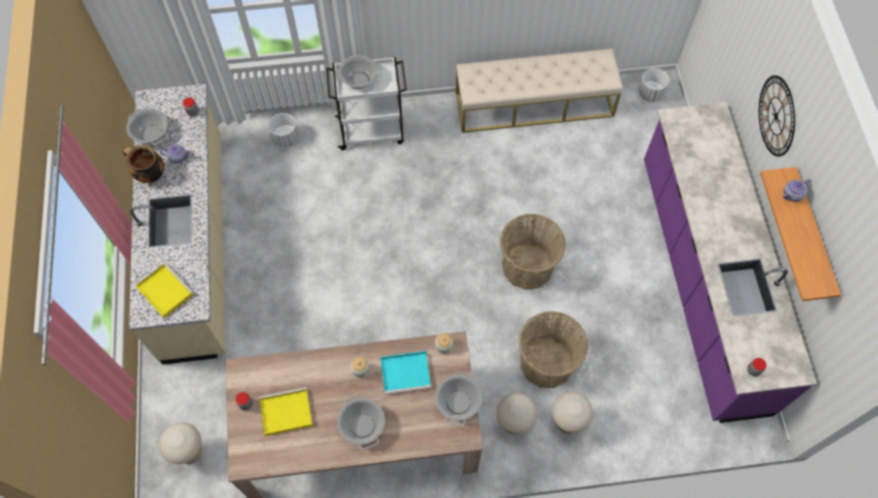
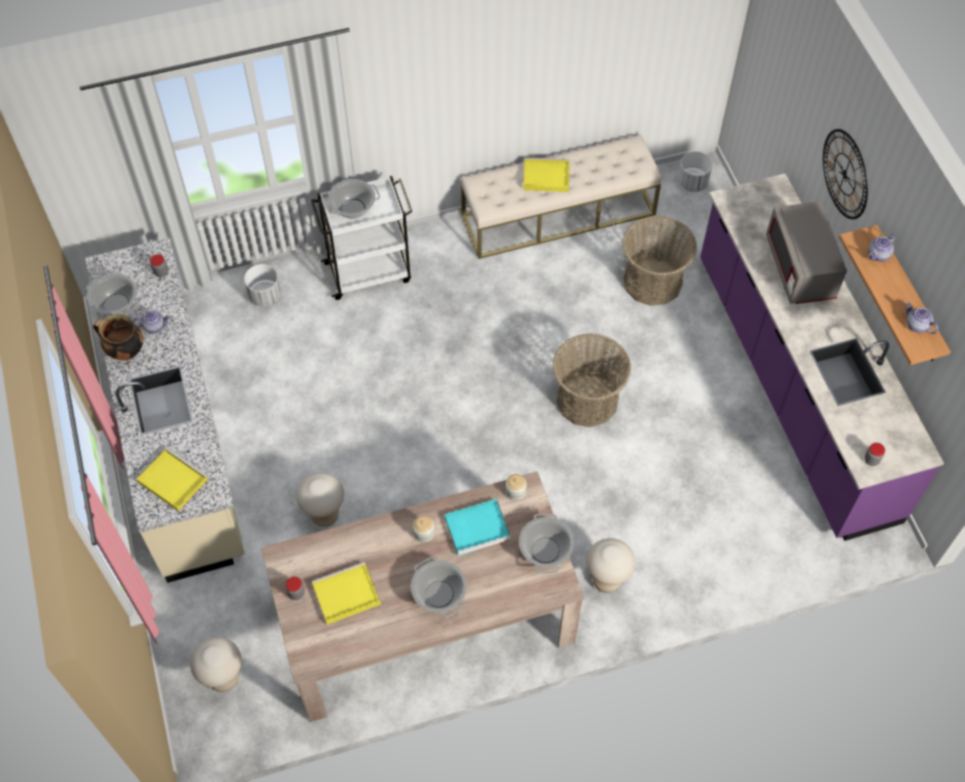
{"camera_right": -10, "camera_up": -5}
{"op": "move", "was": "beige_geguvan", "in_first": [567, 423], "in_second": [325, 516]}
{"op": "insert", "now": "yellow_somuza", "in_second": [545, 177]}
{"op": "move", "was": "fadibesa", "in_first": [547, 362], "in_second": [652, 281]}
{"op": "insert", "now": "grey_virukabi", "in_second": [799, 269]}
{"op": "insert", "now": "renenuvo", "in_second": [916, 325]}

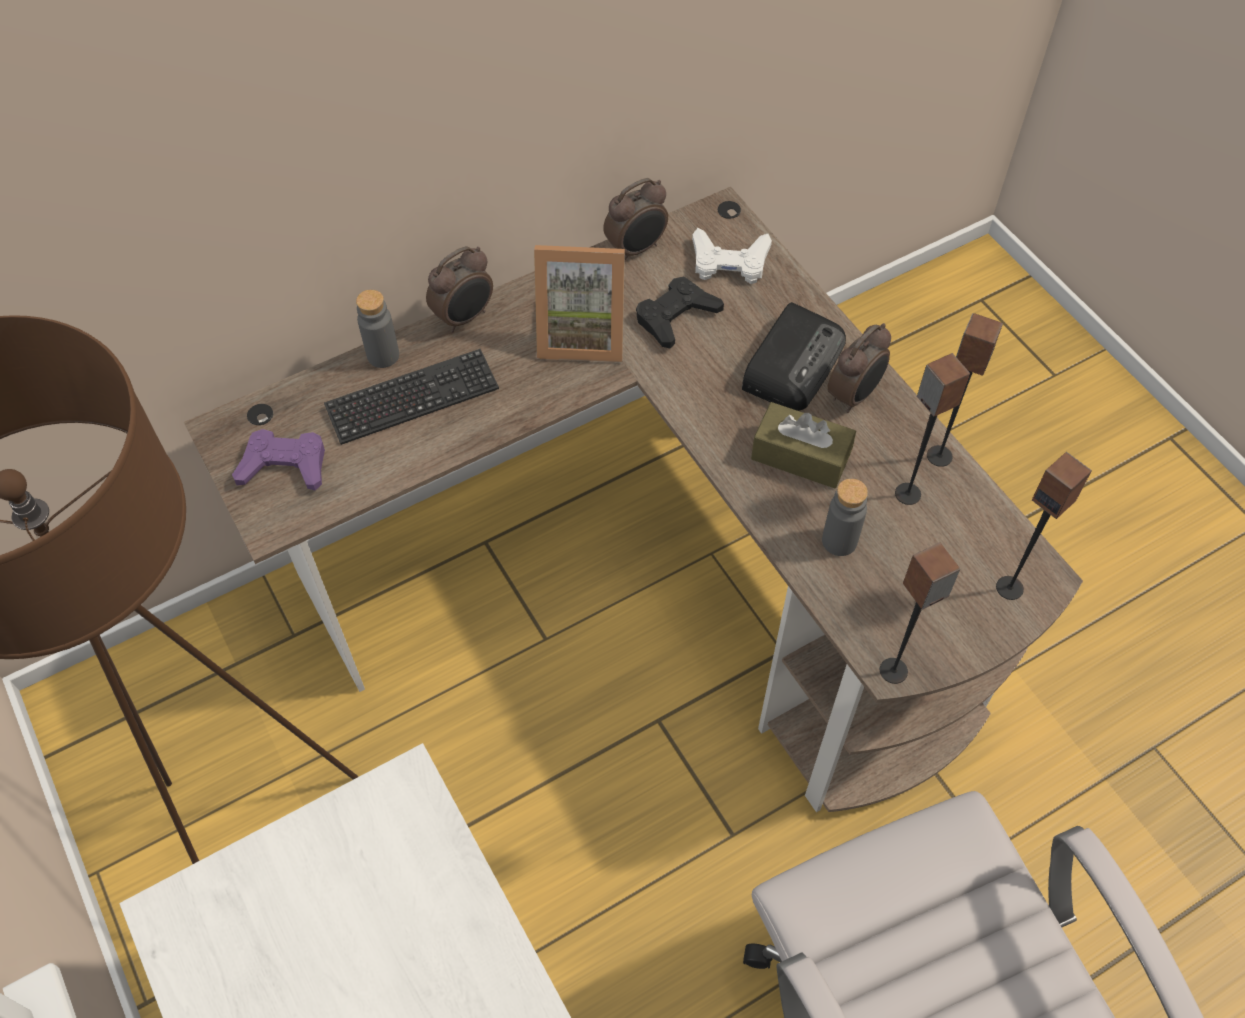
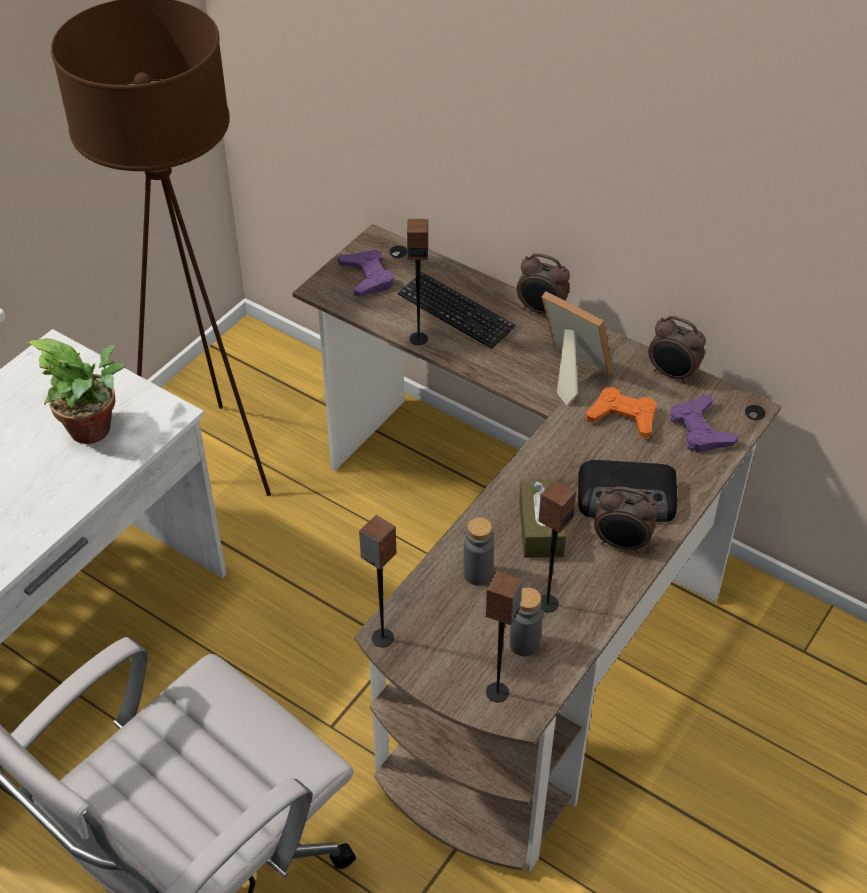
{"camera_right": 65, "camera_up": -10}
{"op": "insert", "now": "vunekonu", "in_second": [95, 431]}
{"op": "move", "was": "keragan", "in_first": [938, 456], "in_second": [418, 338]}
{"op": "move", "was": "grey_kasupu", "in_first": [383, 355], "in_second": [524, 644]}
{"op": "rotate", "was": "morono", "in_first": [581, 334], "in_second": [569, 373], "clockwise": 150}
{"op": "recolor", "was": "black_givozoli", "now": "orange_givozoli", "in_first": [676, 317], "in_second": [623, 417]}
{"op": "recolor", "was": "white_givozoli", "now": "purple_givozoli", "in_first": [729, 262], "in_second": [700, 429]}

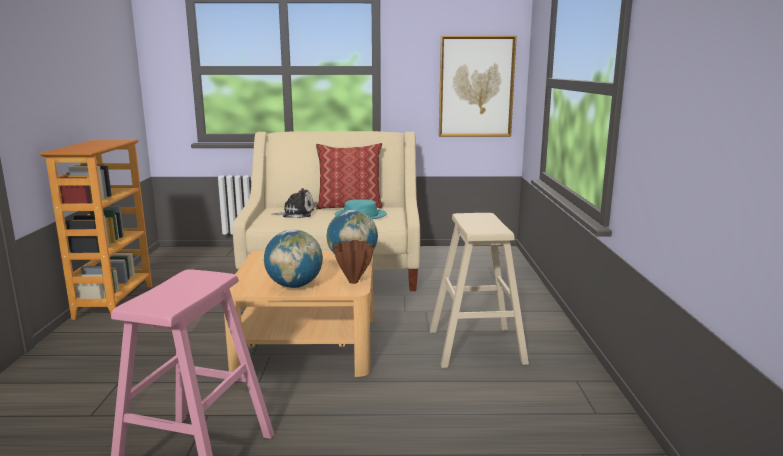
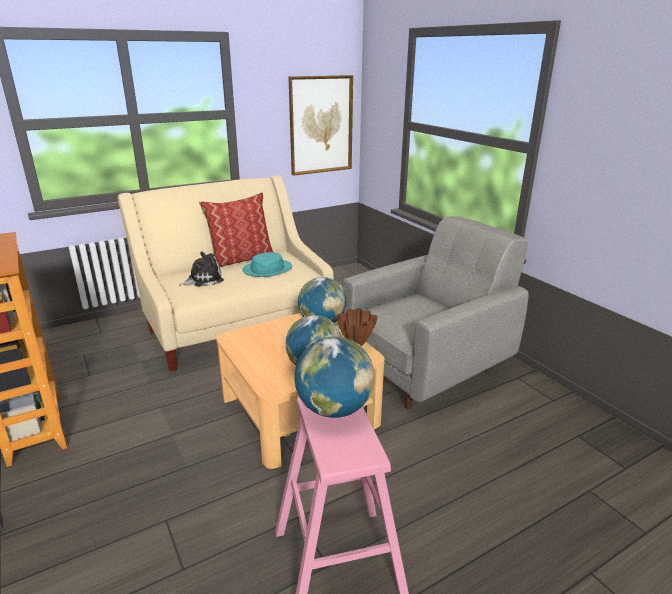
{"camera_right": -30, "camera_up": 10}
{"op": "insert", "now": "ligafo", "in_second": [334, 409]}
{"op": "replace", "was": "beige_geguvan", "now": "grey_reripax", "in_first": [476, 346], "in_second": [428, 369]}

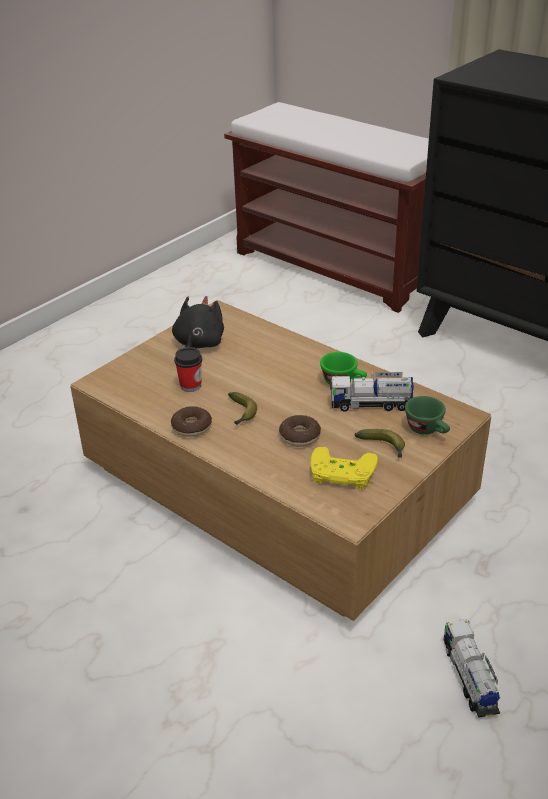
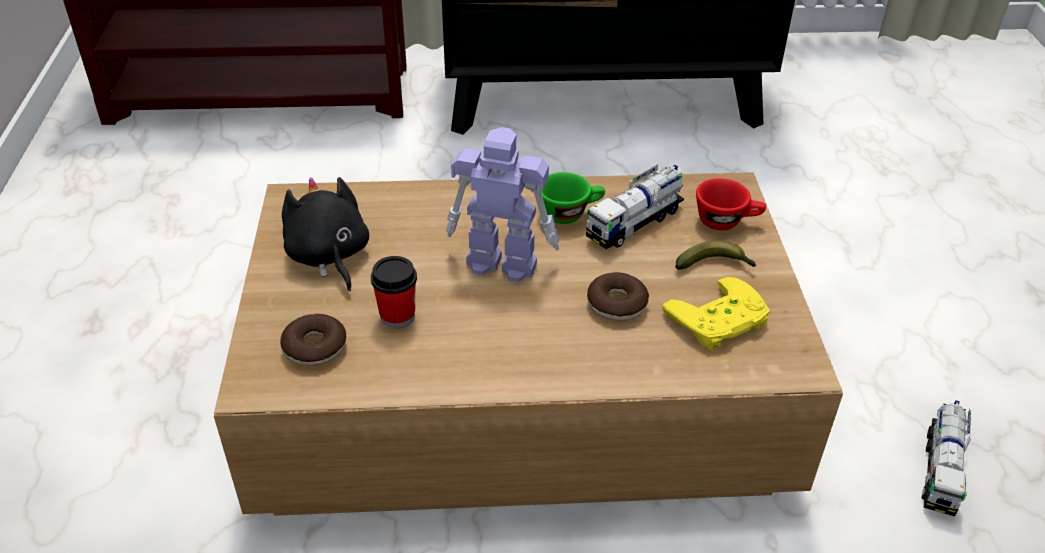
{"camera_right": -45, "camera_up": 5}
{"op": "move", "was": "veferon", "in_first": [192, 427], "in_second": [315, 348]}
{"op": "insert", "now": "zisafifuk", "in_second": [500, 263]}
{"op": "recolor", "was": "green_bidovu", "now": "red_bidovu", "in_first": [428, 430], "in_second": [726, 221]}
{"op": "rotate", "was": "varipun", "in_first": [469, 677], "in_second": [940, 470], "clockwise": -105}
{"op": "delete", "was": "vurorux", "in_first": [241, 413]}

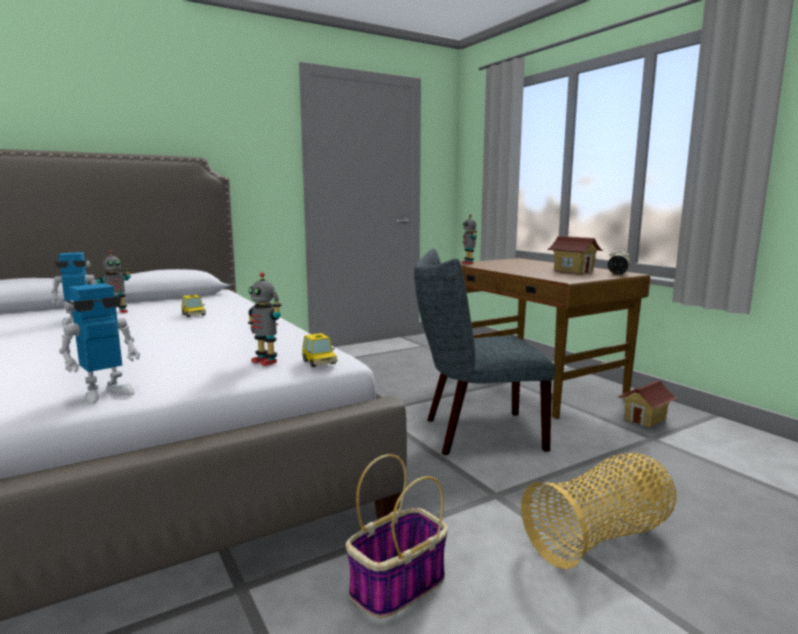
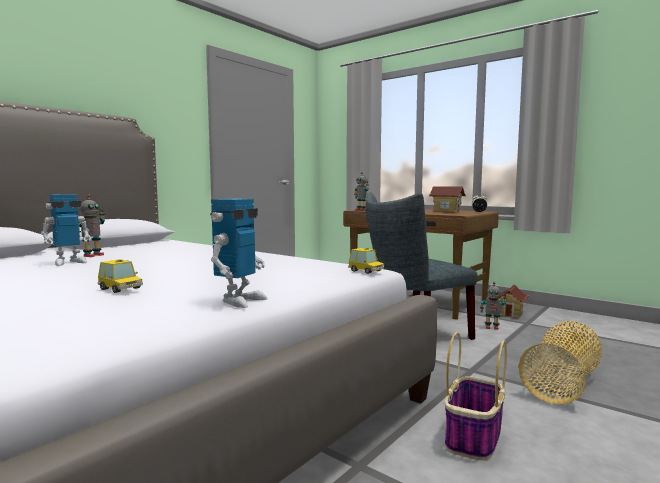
{"camera_right": -20, "camera_up": -5}
{"op": "move", "was": "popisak", "in_first": [194, 314], "in_second": [120, 289]}
{"op": "move", "was": "zisafifuk", "in_first": [266, 361], "in_second": [492, 327]}

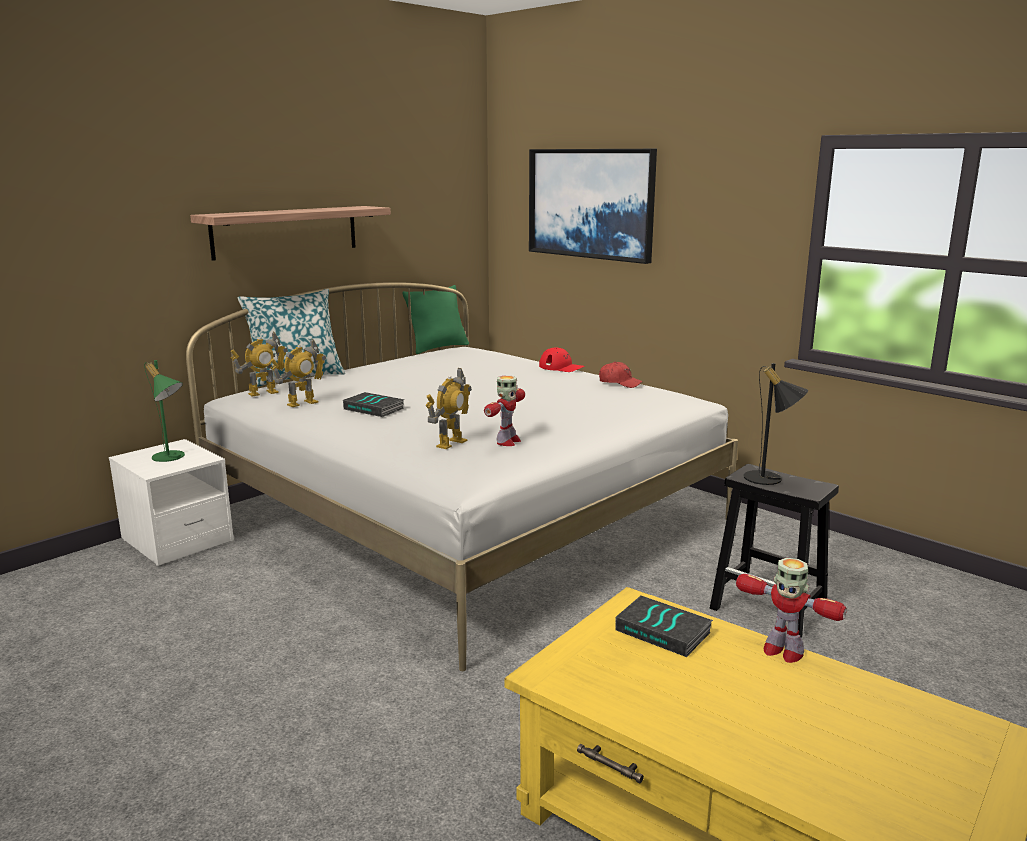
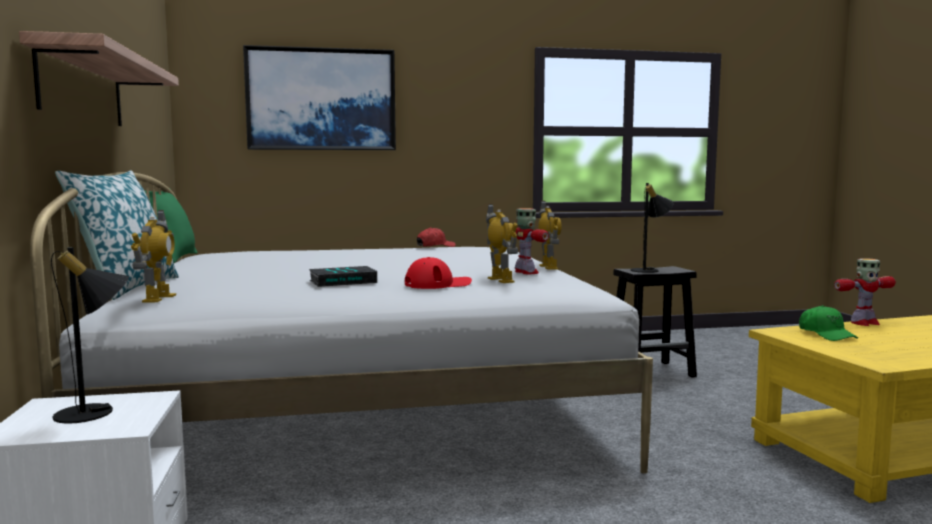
{"camera_right": -55, "camera_up": -10}
{"op": "recolor", "was": "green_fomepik", "now": "black_fomepik", "in_first": [171, 458], "in_second": [95, 413]}
{"op": "move", "was": "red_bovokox", "in_first": [561, 367], "in_second": [438, 284]}
{"op": "move", "was": "zisafifuk", "in_first": [302, 403], "in_second": [548, 267]}
{"op": "replace", "was": "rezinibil", "now": "green_bovokox", "in_first": [664, 631], "in_second": [826, 334]}

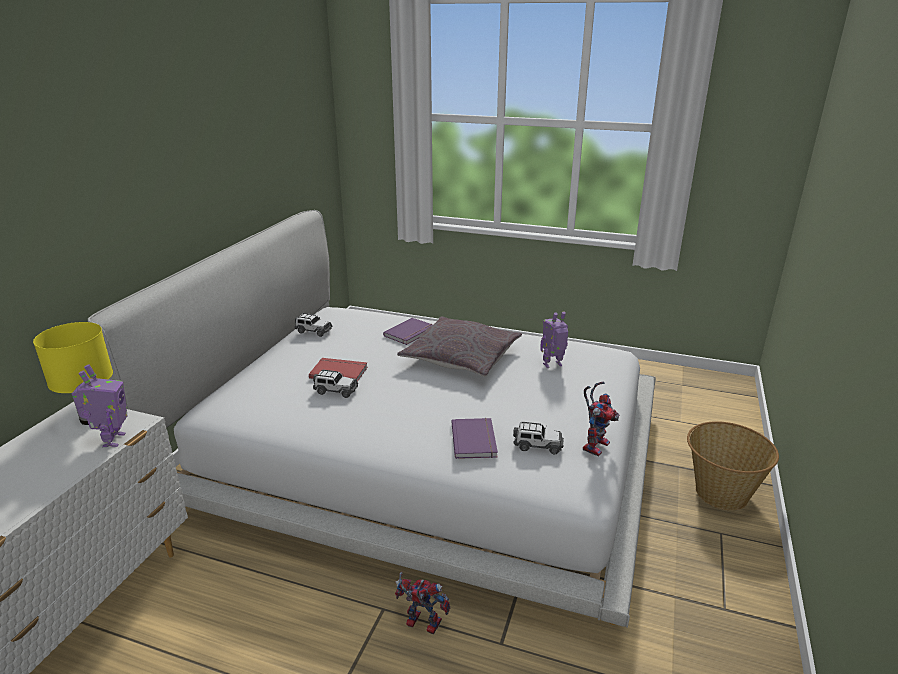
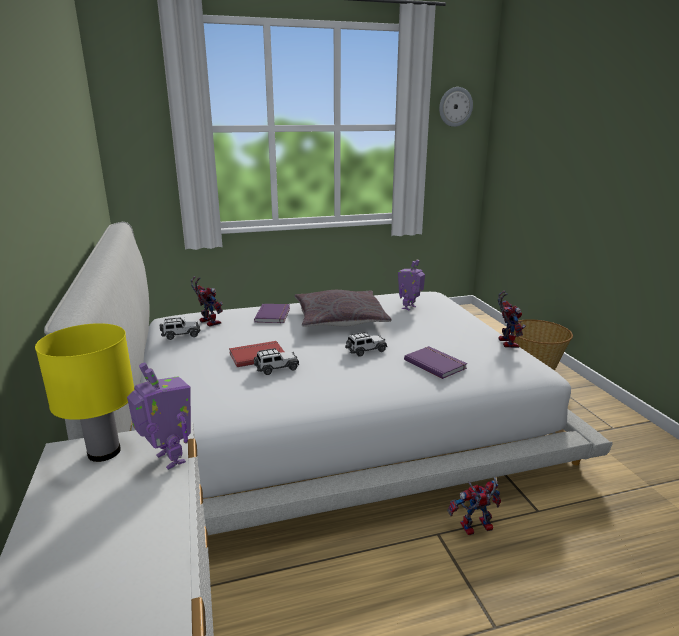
{"camera_right": -35, "camera_up": -5}
{"op": "insert", "now": "zisafifuk", "in_second": [207, 322]}
{"op": "move", "was": "popisak", "in_first": [537, 445], "in_second": [365, 350]}
{"op": "insert", "now": "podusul", "in_second": [455, 107]}

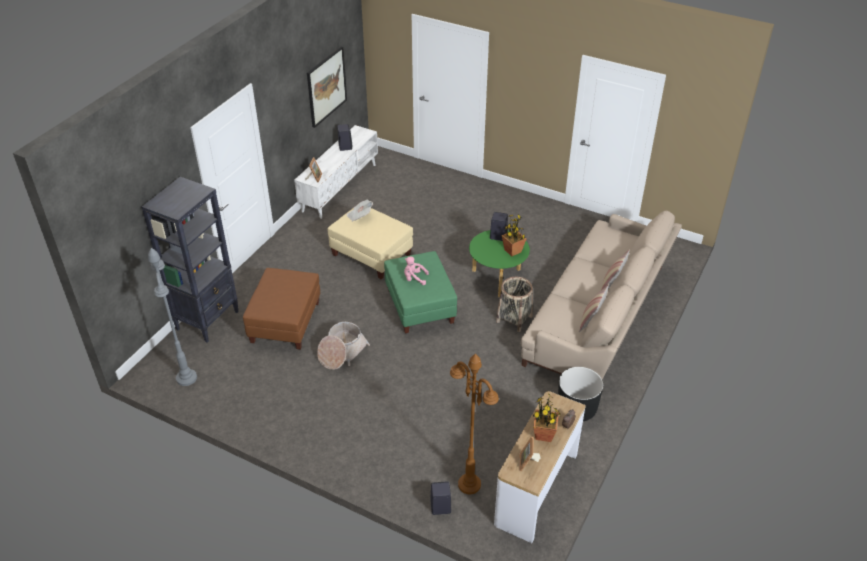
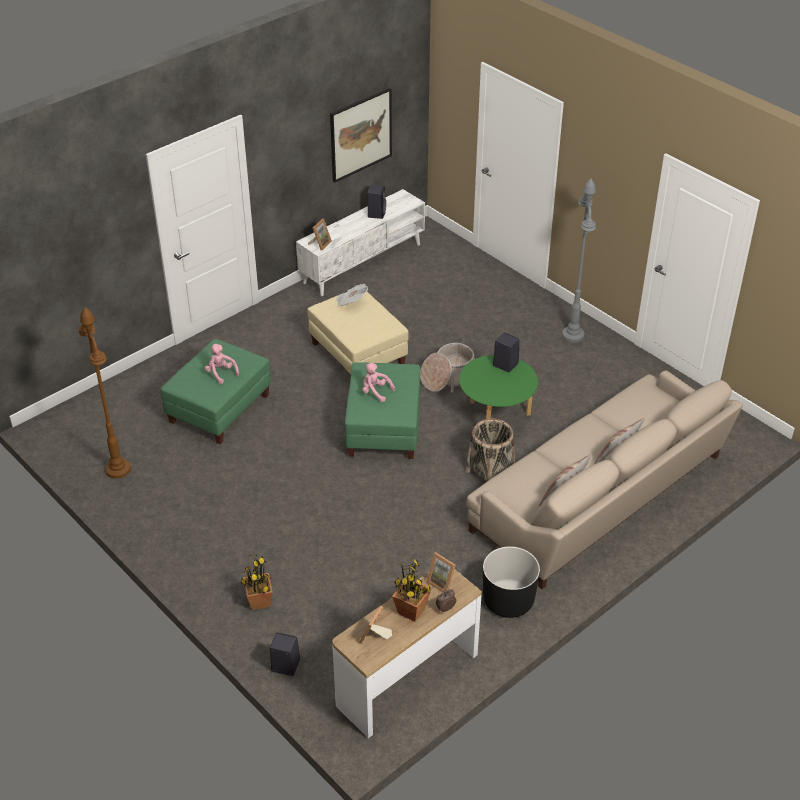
{"camera_right": 20, "camera_up": 0}
{"op": "move", "was": "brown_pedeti", "in_first": [469, 484], "in_second": [117, 469]}
{"op": "recolor", "was": "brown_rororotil", "now": "green_rororotil", "in_first": [285, 323], "in_second": [219, 409]}
{"op": "insert", "now": "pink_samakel", "in_second": [221, 373]}
{"op": "move", "was": "vunekonu", "in_first": [513, 251], "in_second": [259, 602]}
{"op": "move", "was": "fadibesa", "in_first": [341, 352], "in_second": [449, 377]}
{"op": "insert", "now": "morono", "in_second": [442, 582]}
{"op": "move", "was": "grey_pedeti", "in_first": [186, 378], "in_second": [572, 335]}
{"op": "delete", "was": "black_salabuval", "in_first": [208, 320]}

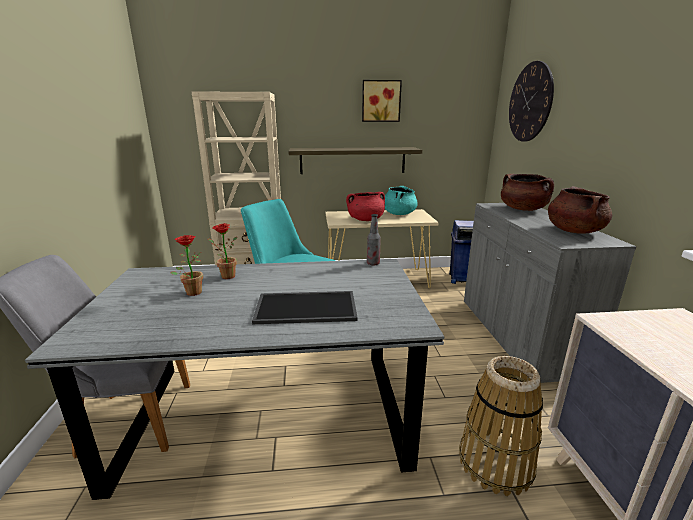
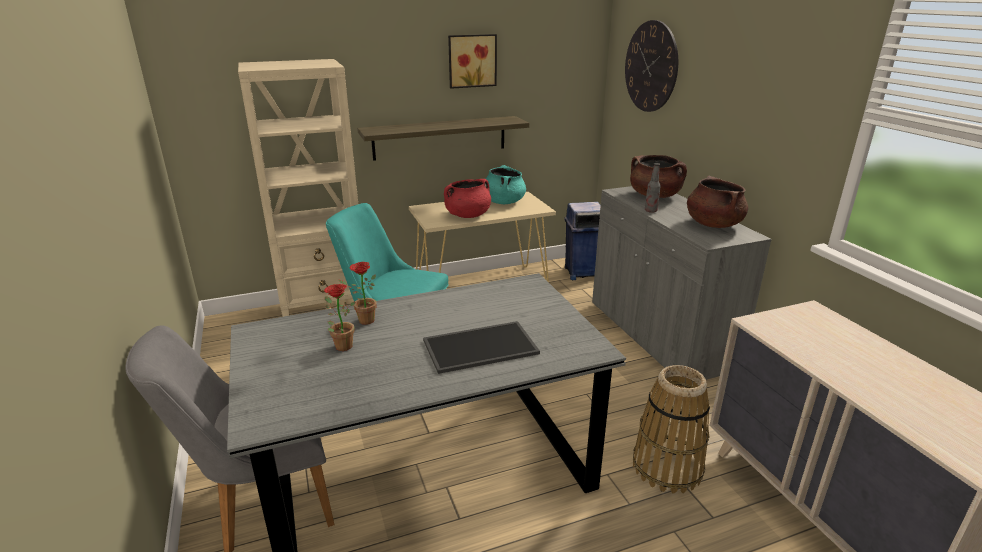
{"camera_right": -15, "camera_up": 5}
{"op": "move", "was": "kasupu", "in_first": [373, 263], "in_second": [650, 211]}

